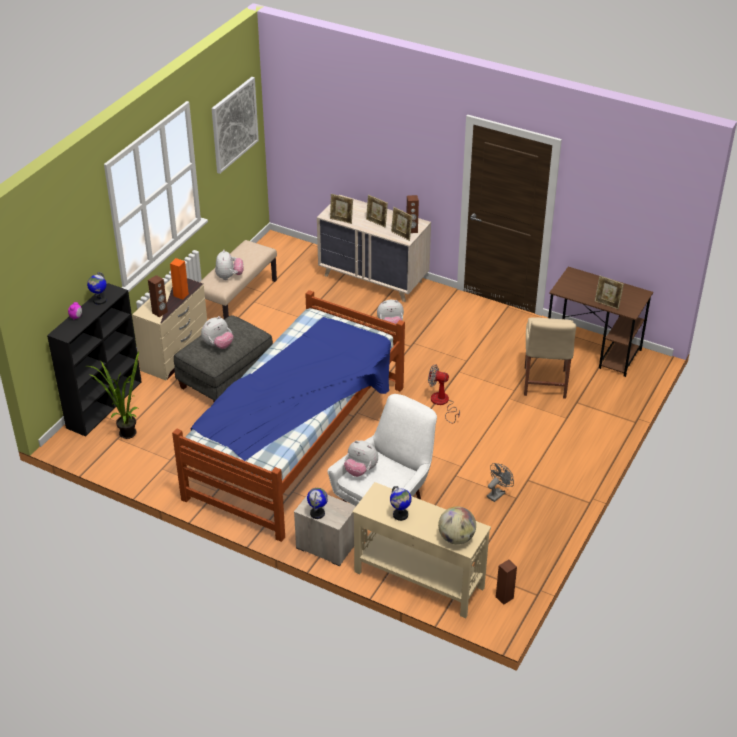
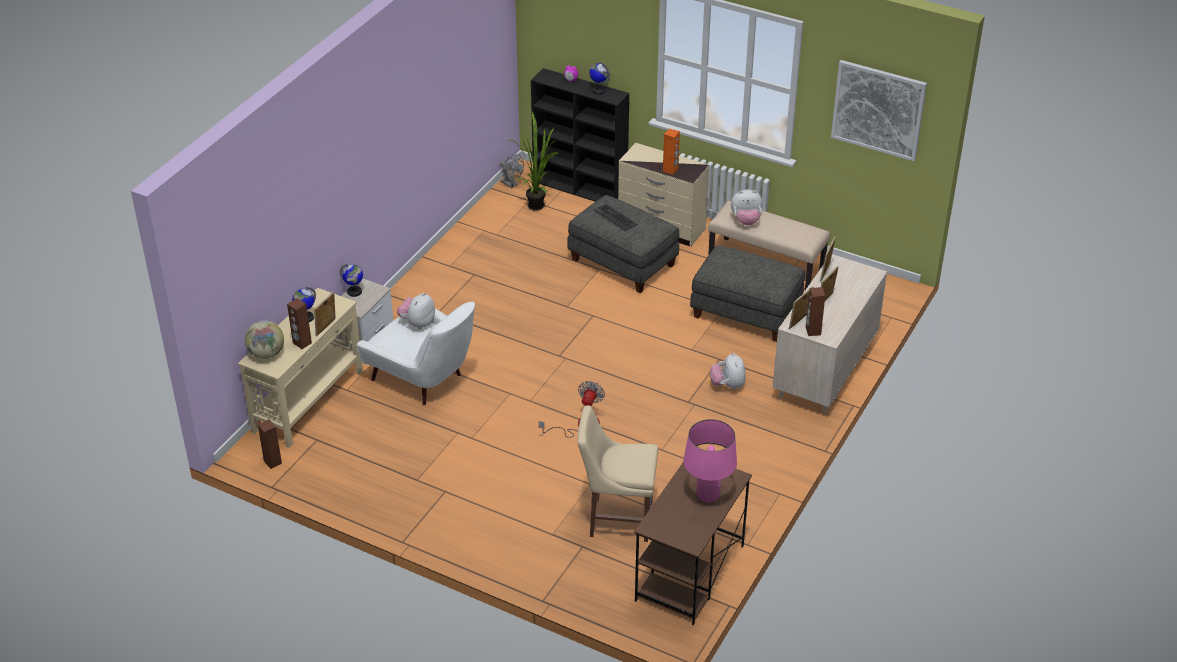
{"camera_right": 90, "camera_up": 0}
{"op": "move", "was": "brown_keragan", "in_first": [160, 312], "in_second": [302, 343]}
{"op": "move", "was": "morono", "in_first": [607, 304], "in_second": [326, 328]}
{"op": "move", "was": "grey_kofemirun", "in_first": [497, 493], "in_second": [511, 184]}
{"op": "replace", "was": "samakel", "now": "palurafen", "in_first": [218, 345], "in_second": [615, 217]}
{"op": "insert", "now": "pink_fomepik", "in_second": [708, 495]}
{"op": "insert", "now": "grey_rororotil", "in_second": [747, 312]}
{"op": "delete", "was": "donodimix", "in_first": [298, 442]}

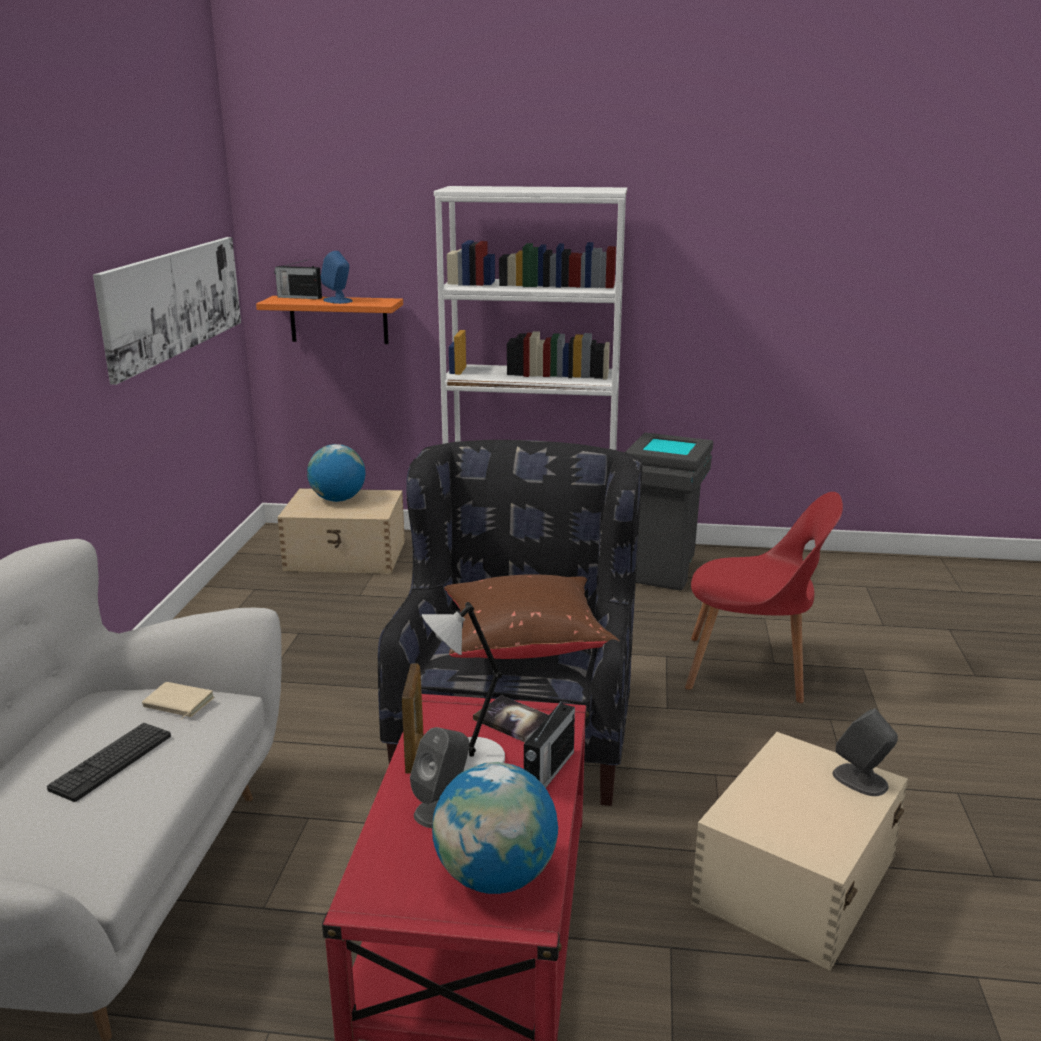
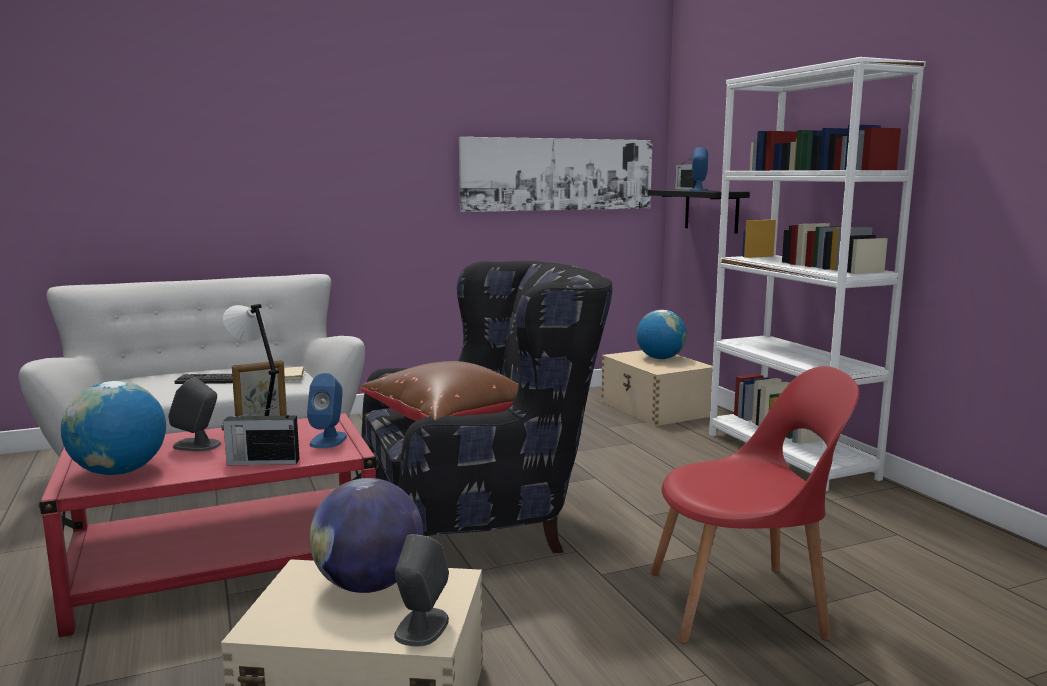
{"camera_right": 60, "camera_up": -10}
{"op": "replace", "was": "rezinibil", "now": "blue_keragan", "in_first": [512, 720], "in_second": [328, 440]}
{"op": "insert", "now": "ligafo", "in_second": [369, 585]}
{"op": "recolor", "was": "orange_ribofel", "now": "black_ribofel", "in_first": [338, 320], "in_second": [711, 210]}
{"op": "rotate", "was": "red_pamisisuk", "in_first": [751, 670], "in_second": [743, 603], "clockwise": -75}
{"op": "delete", "was": "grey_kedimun", "in_first": [661, 575]}

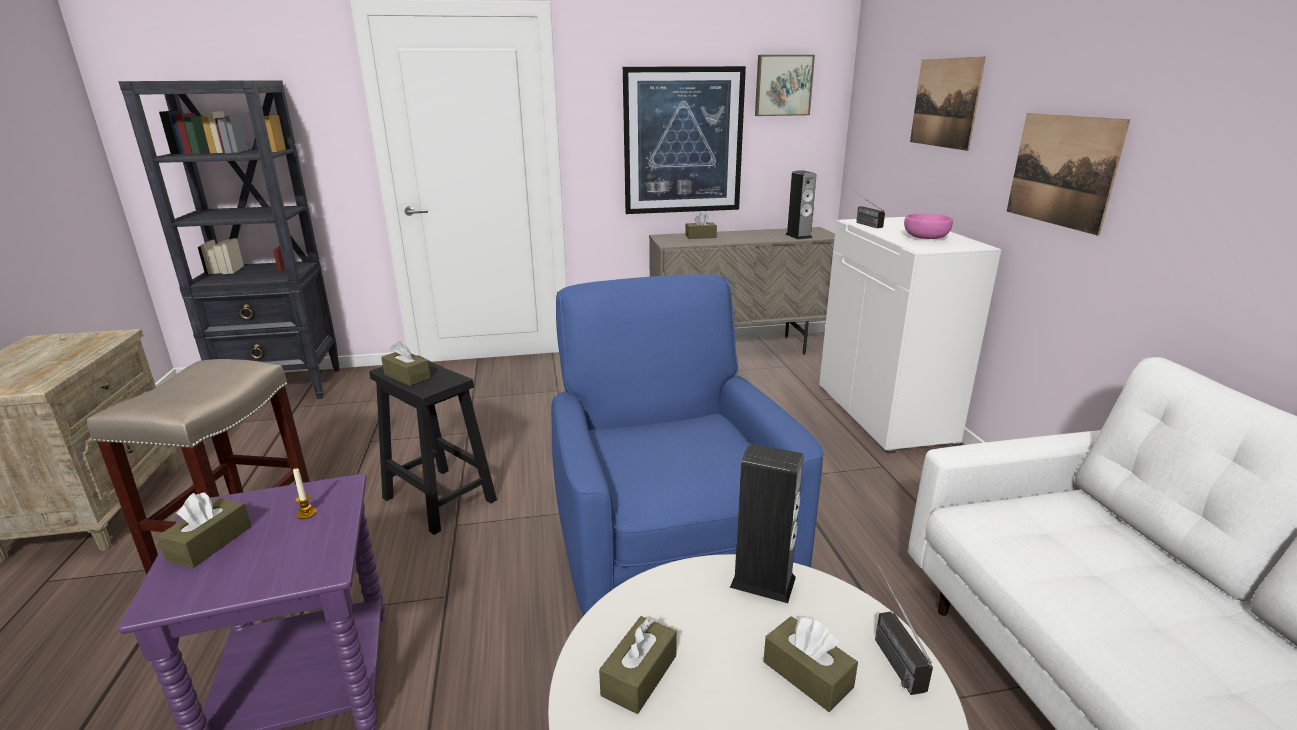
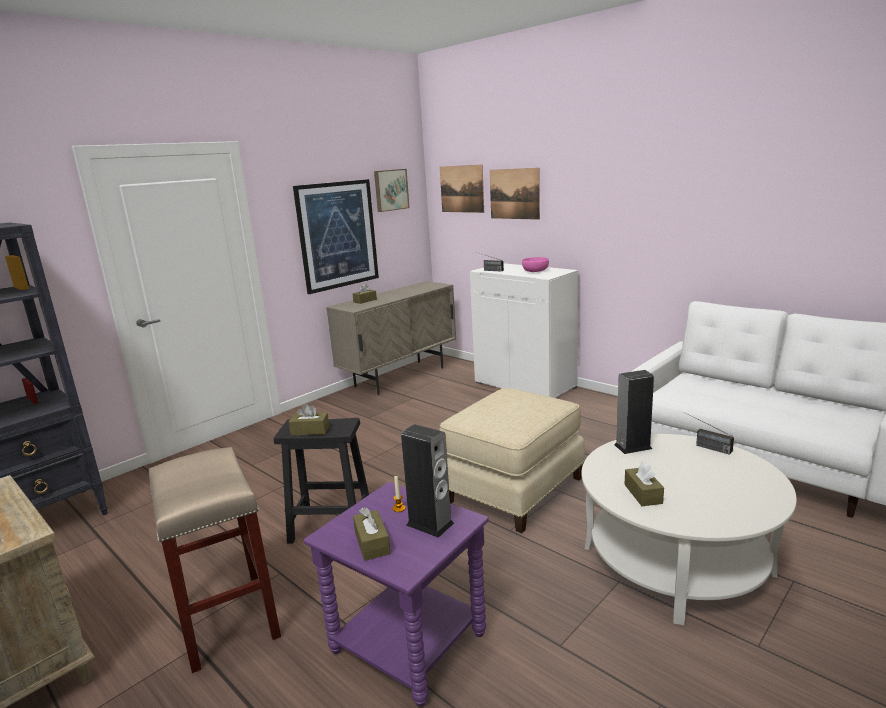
{"camera_right": -35, "camera_up": -5}
{"op": "move", "was": "keragan", "in_first": [798, 236], "in_second": [430, 524]}
{"op": "replace", "was": "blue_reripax", "now": "beige_rororotil", "in_first": [670, 555], "in_second": [512, 489]}
{"op": "move", "was": "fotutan", "in_first": [1062, 170], "in_second": [461, 189]}
{"op": "delete", "was": "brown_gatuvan", "in_first": [807, 674]}

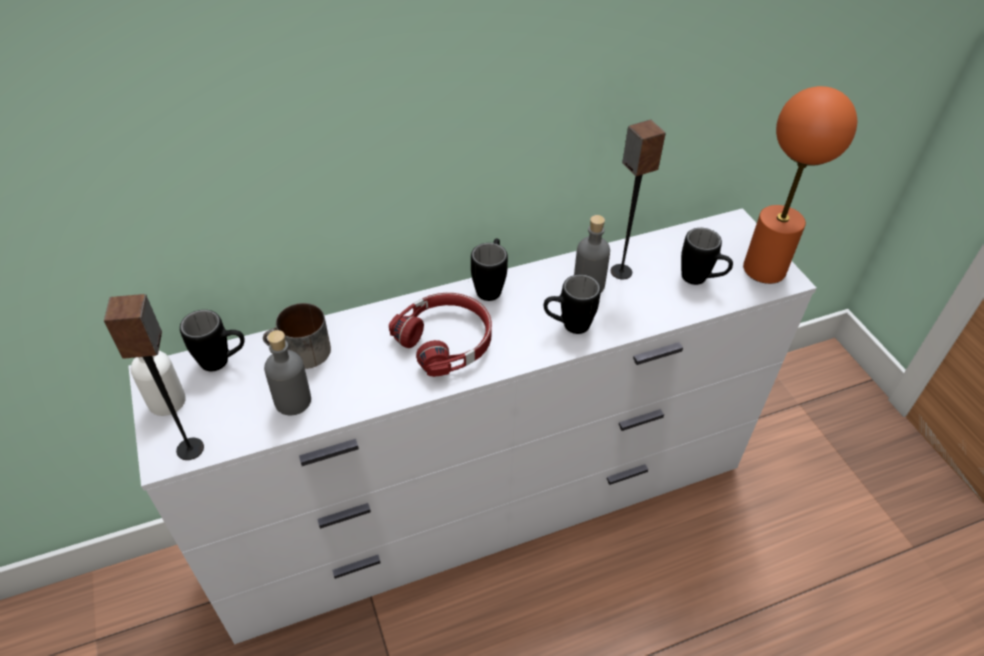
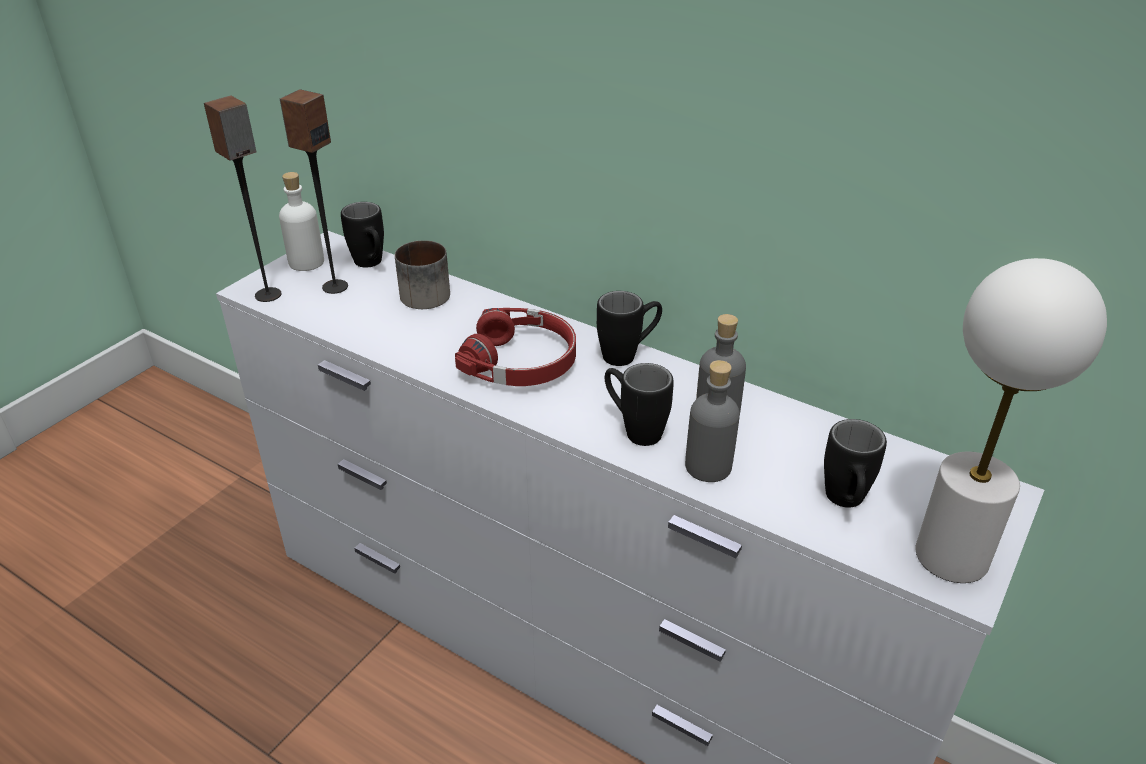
{"camera_right": 55, "camera_up": -10}
{"op": "move", "was": "keragan", "in_first": [620, 272], "in_second": [334, 286]}
{"op": "move", "was": "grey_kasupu", "in_first": [293, 401], "in_second": [708, 466]}
{"op": "recolor", "was": "orange_fomepik", "now": "white_fomepik", "in_first": [765, 269], "in_second": [952, 557]}

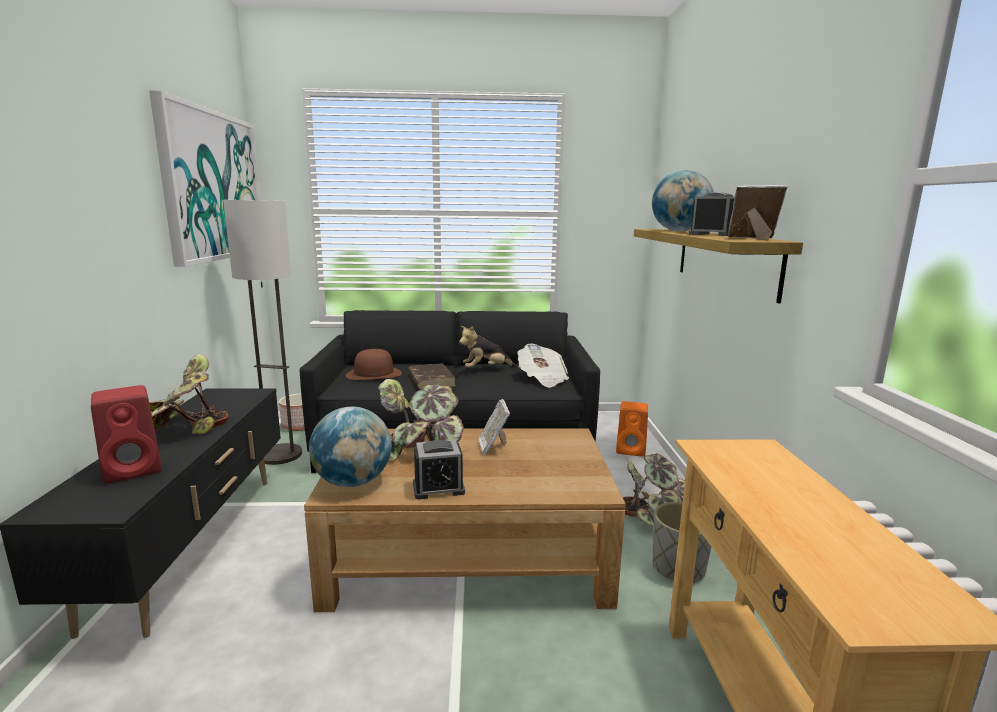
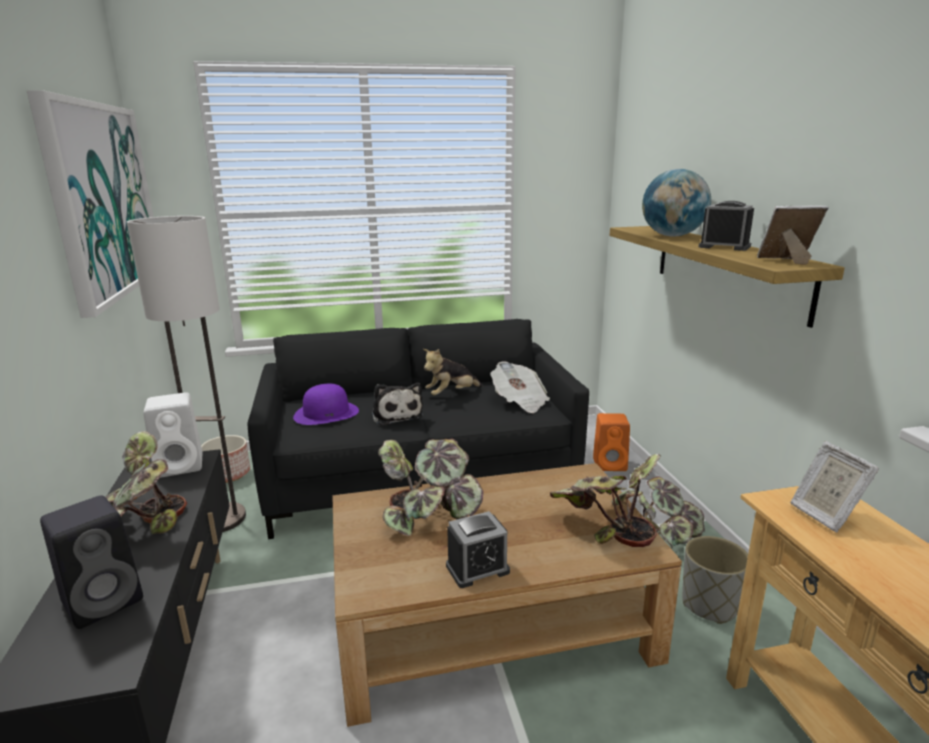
{"camera_right": -10, "camera_up": 5}
{"op": "recolor", "was": "red_keragan", "now": "black_keragan", "in_first": [135, 469], "in_second": [106, 600]}
{"op": "insert", "now": "white_keragan", "in_second": [181, 465]}
{"op": "recolor", "was": "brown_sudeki", "now": "purple_sudeki", "in_first": [374, 374], "in_second": [326, 413]}
{"op": "replace", "was": "brown_rezinibil", "now": "samakel", "in_first": [430, 379], "in_second": [396, 415]}
{"op": "insert", "now": "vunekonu", "in_second": [605, 525]}
{"op": "move", "was": "morono", "in_first": [493, 447], "in_second": [824, 514]}
{"op": "delete", "was": "ligafo", "in_first": [353, 482]}

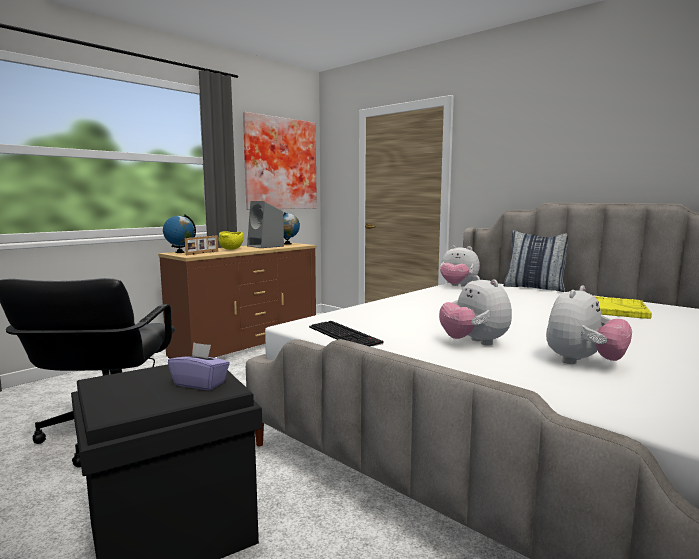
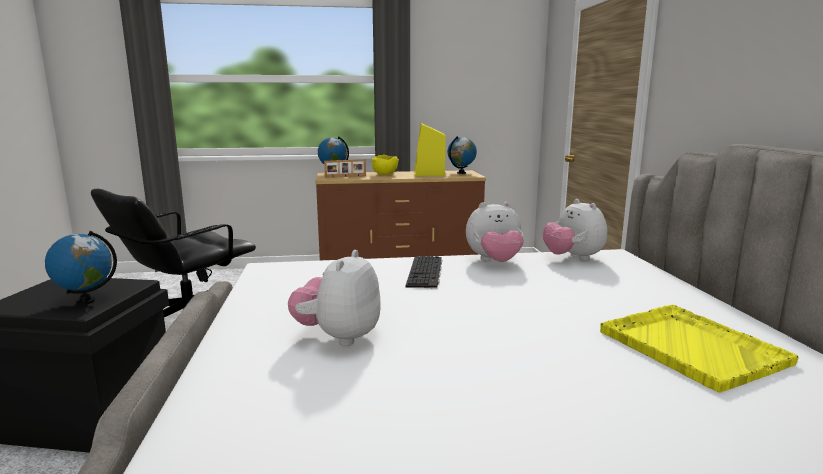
{"camera_right": 40, "camera_up": 5}
{"op": "replace", "was": "purple_gatuvan", "now": "ligafo", "in_first": [200, 383], "in_second": [86, 301]}
{"op": "move", "was": "palurafen", "in_first": [345, 335], "in_second": [426, 272]}
{"op": "recolor", "was": "grey_keragan", "now": "yellow_keragan", "in_first": [266, 246], "in_second": [429, 174]}
{"op": "move", "was": "samakel", "in_first": [583, 362], "in_second": [494, 262]}
{"op": "delete", "was": "fotutan", "in_first": [279, 164]}
{"op": "delete", "was": "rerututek", "in_first": [534, 288]}

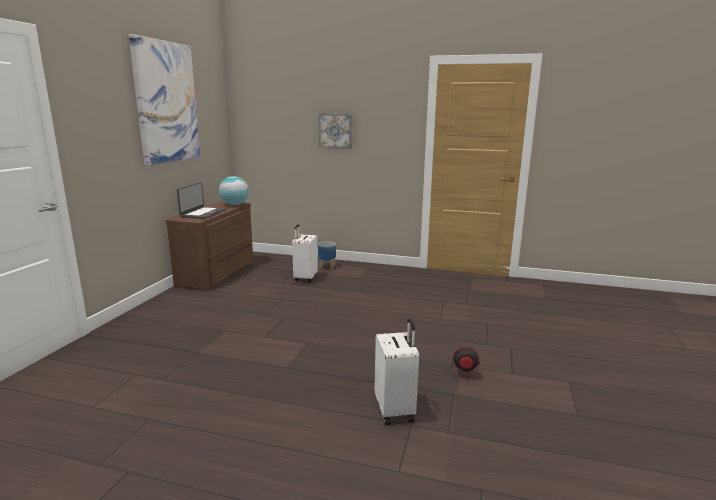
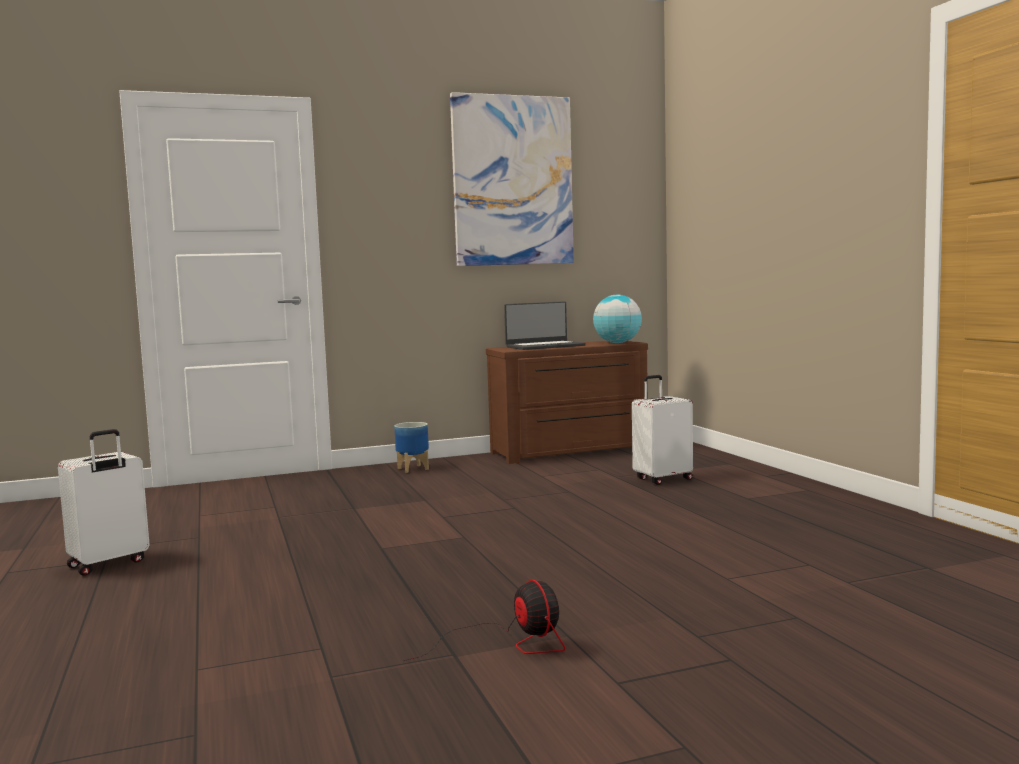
{"camera_right": 55, "camera_up": -10}
{"op": "move", "was": "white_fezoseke", "in_first": [395, 410], "in_second": [109, 564]}
{"op": "move", "was": "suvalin", "in_first": [326, 267], "in_second": [412, 469]}
{"op": "delete", "was": "fotutan", "in_first": [336, 130]}

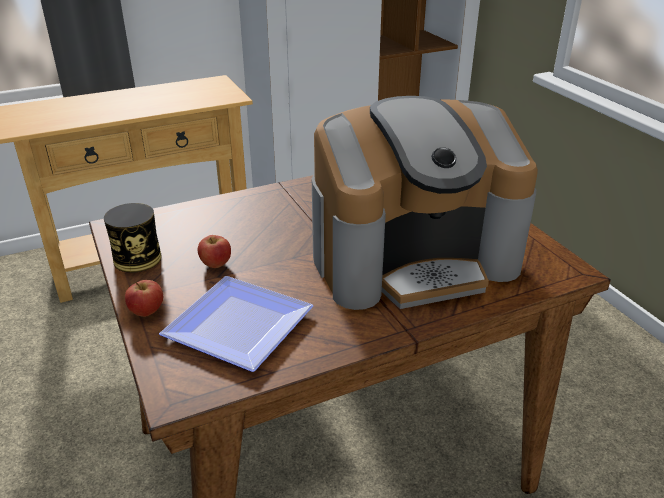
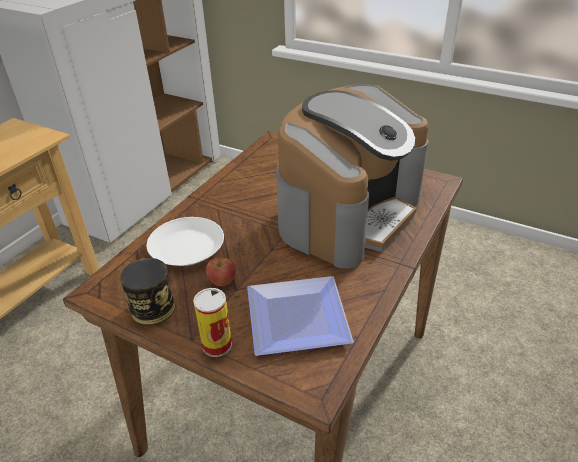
{"camera_right": -35, "camera_up": 5}
{"op": "insert", "now": "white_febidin", "in_second": [186, 248]}
{"op": "replace", "was": "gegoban", "now": "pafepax", "in_first": [147, 312], "in_second": [217, 345]}

